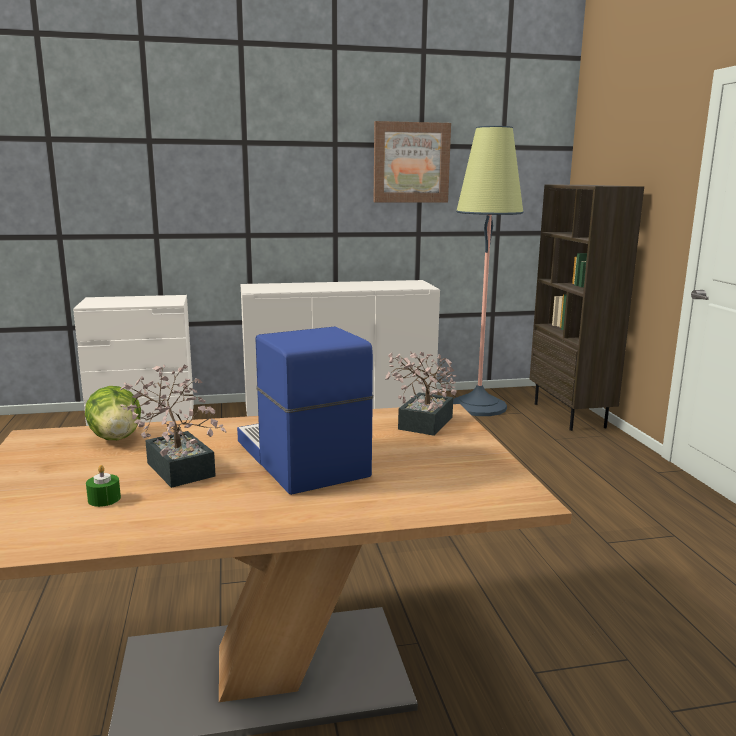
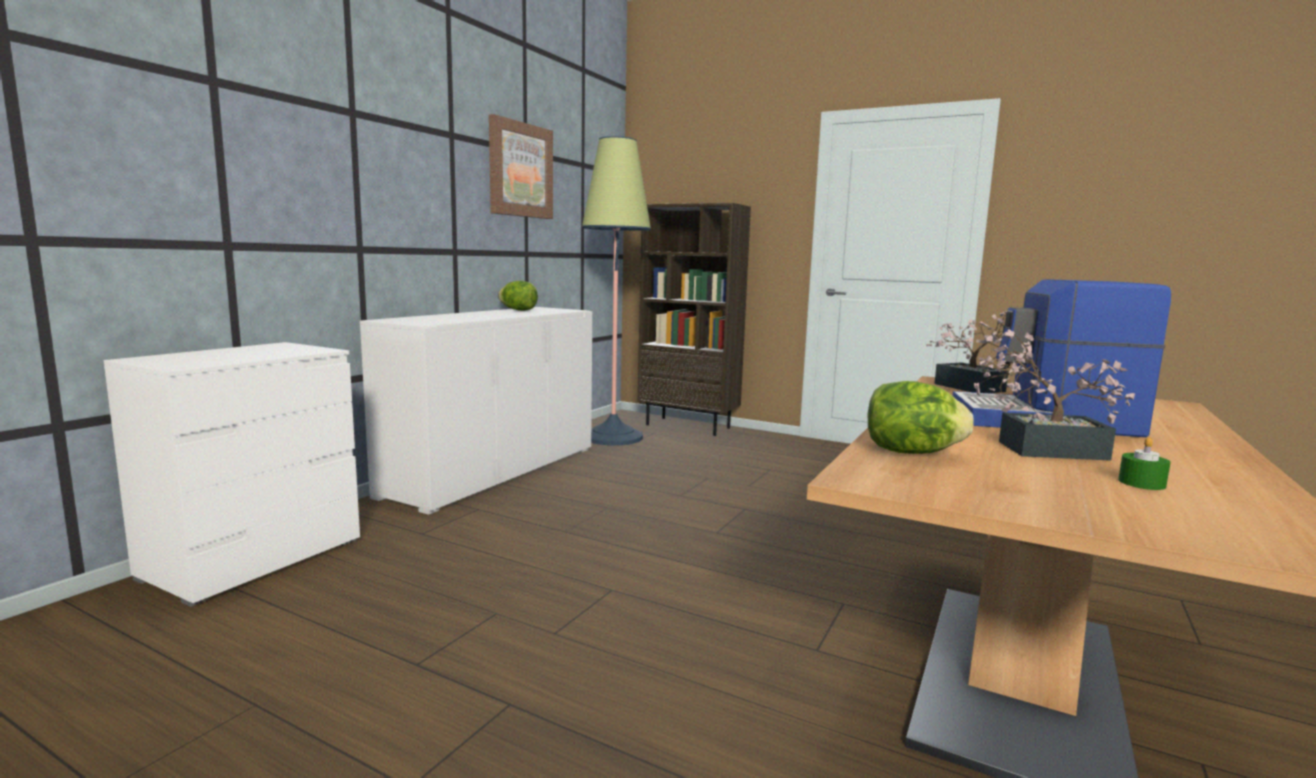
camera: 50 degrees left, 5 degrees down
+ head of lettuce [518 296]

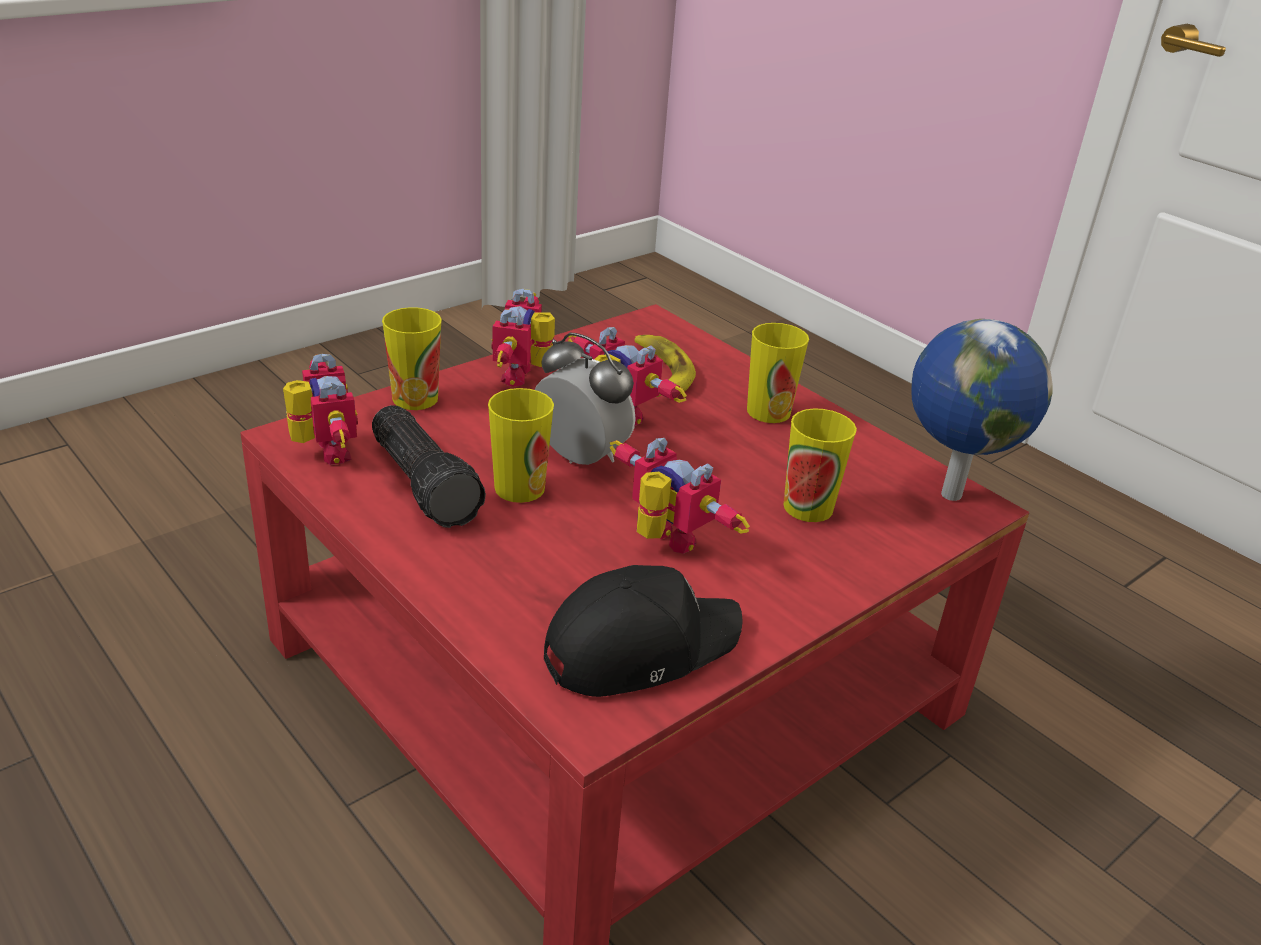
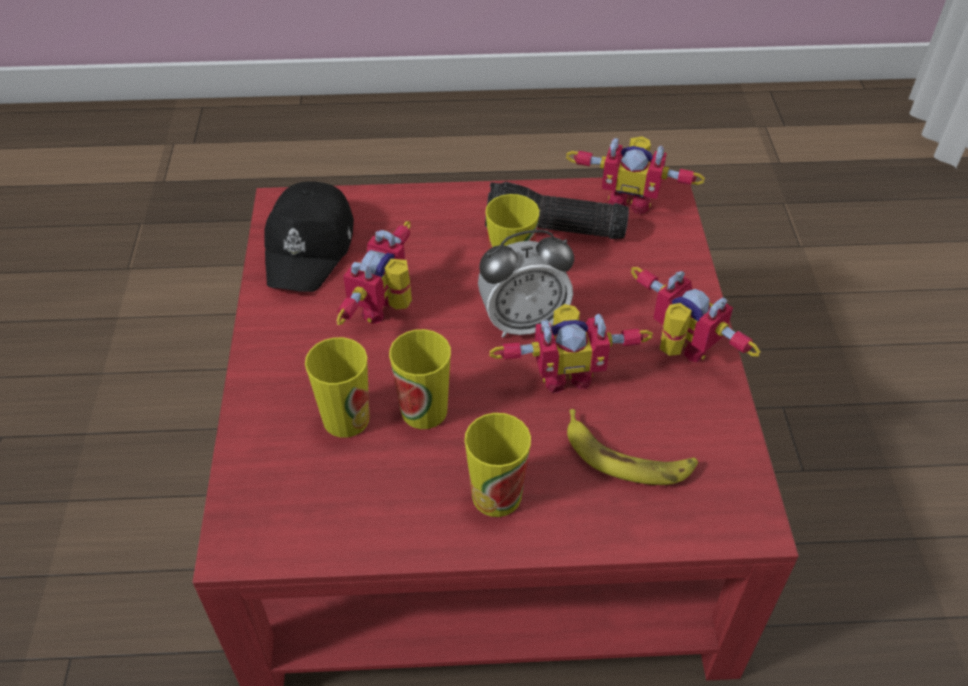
camera: 130 degrees right, 15 degrees up
~ robot figure [679 496] = [374 273] 120 degrees clockwise
~ cup [412 358] to [420 379]
- globe [982 410]

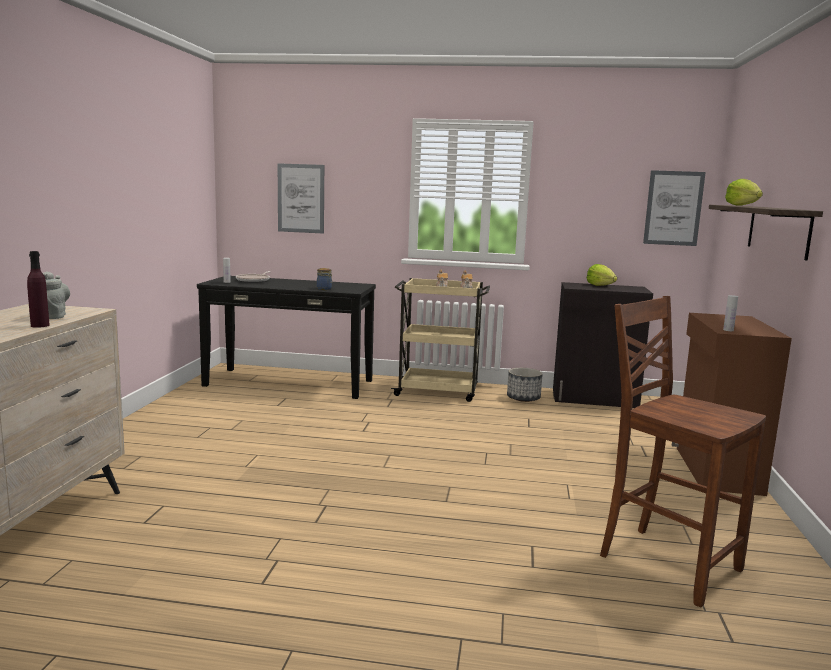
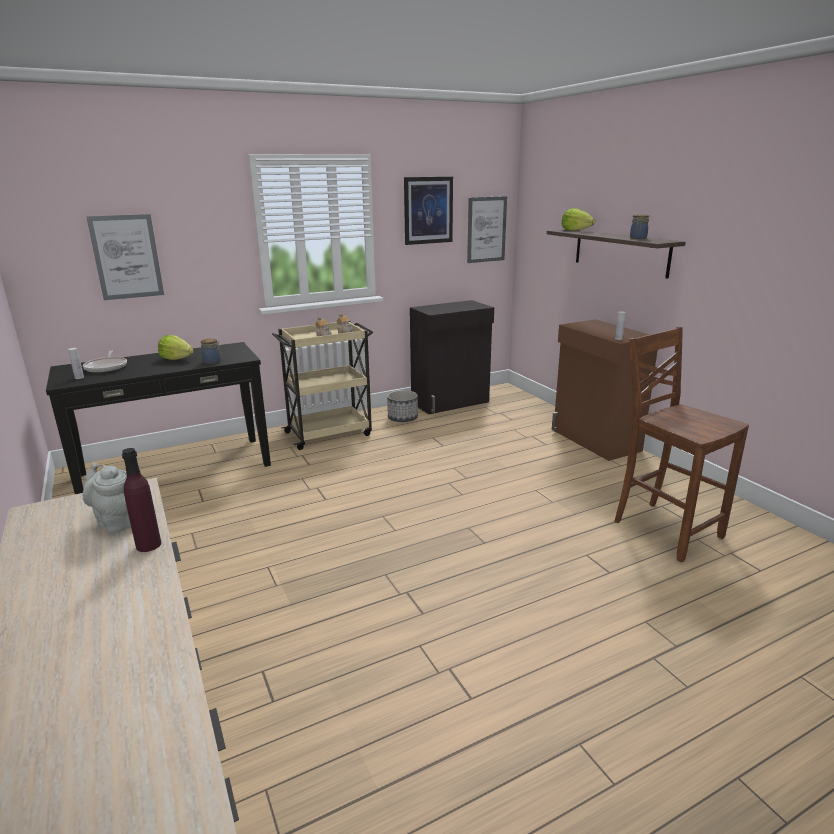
camera: 35 degrees left, 10 degrees up
~ head of lettuce [602 275] to [176 347]
+ picture [428 211]
~ chair (brown) [683 451] = [681 444] 45 degrees clockwise
+ jar [639 226]

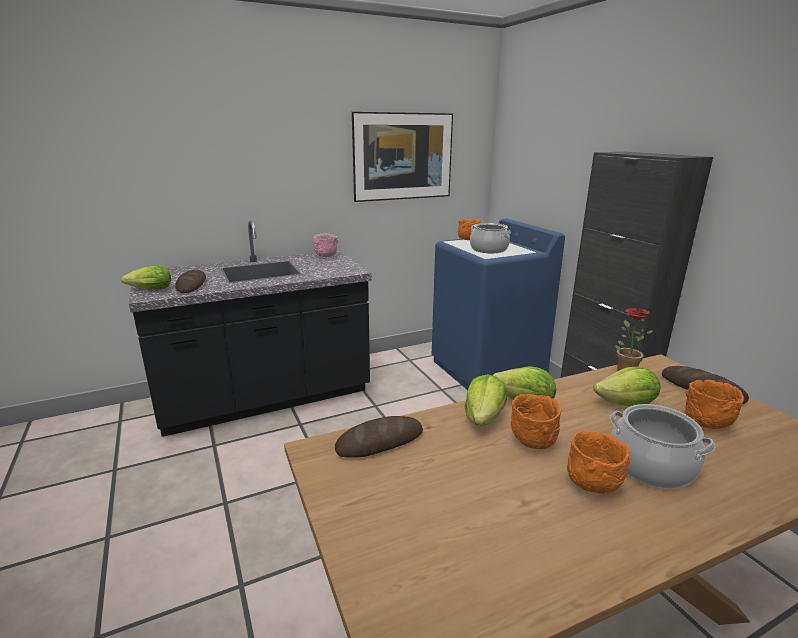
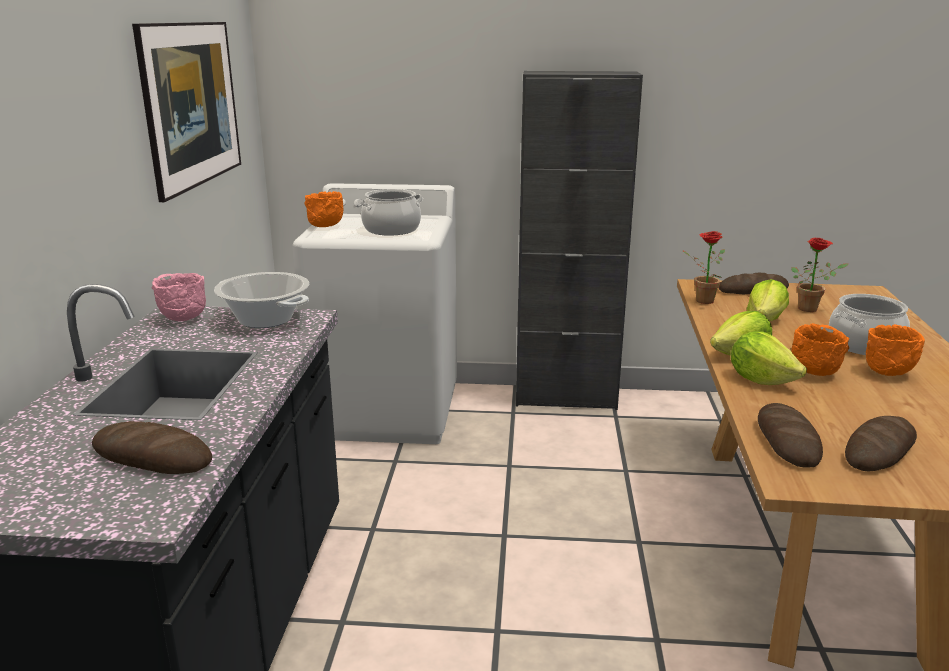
camera: 60 degrees left, 0 degrees up
+ cooking pot [261 300]
~ washing machine (blue-coloured) [498 304] to washing machine (whitish) [374 313]
~ serving bowl (orangey) [714 404] to plant in a pot [819 274]
+ baked bread [881 443]
- head of lettuce [146 277]

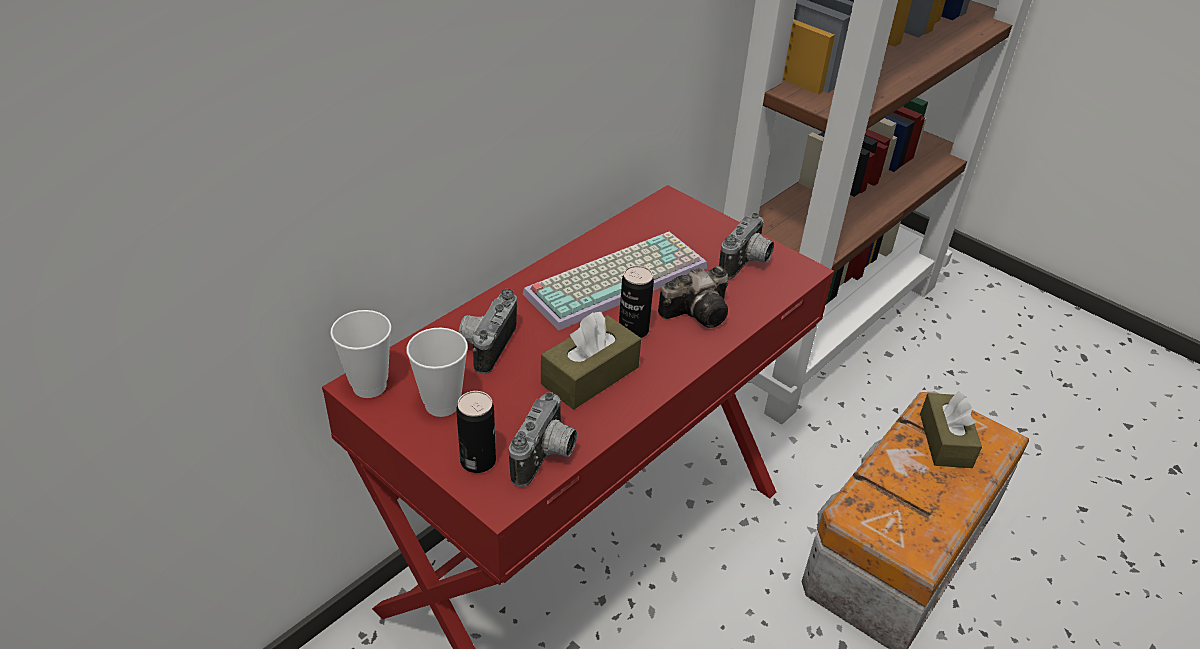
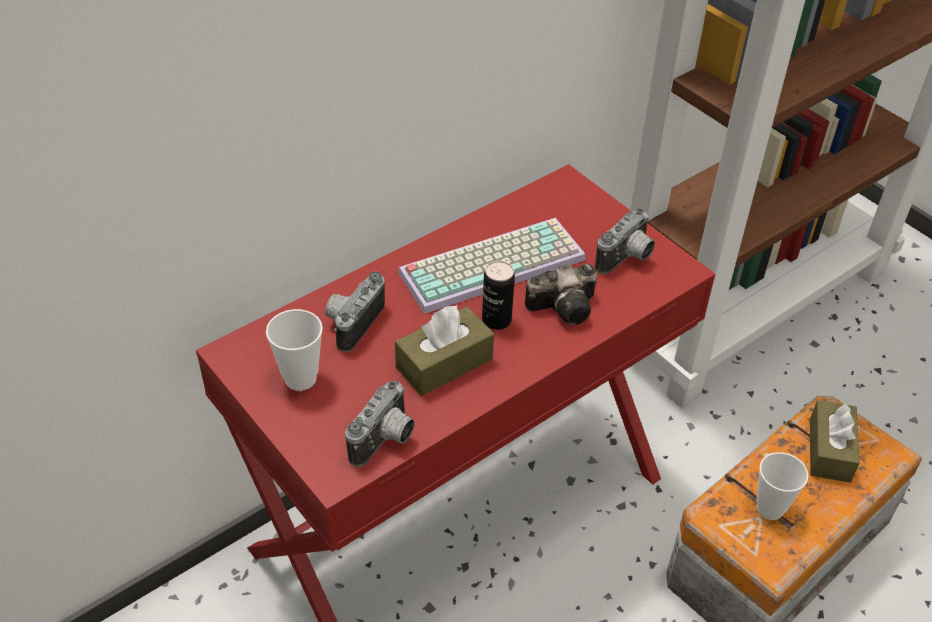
camera: 10 degrees right, 5 degrees up
~ cup [360 354] to [782 486]
- can [476 432]

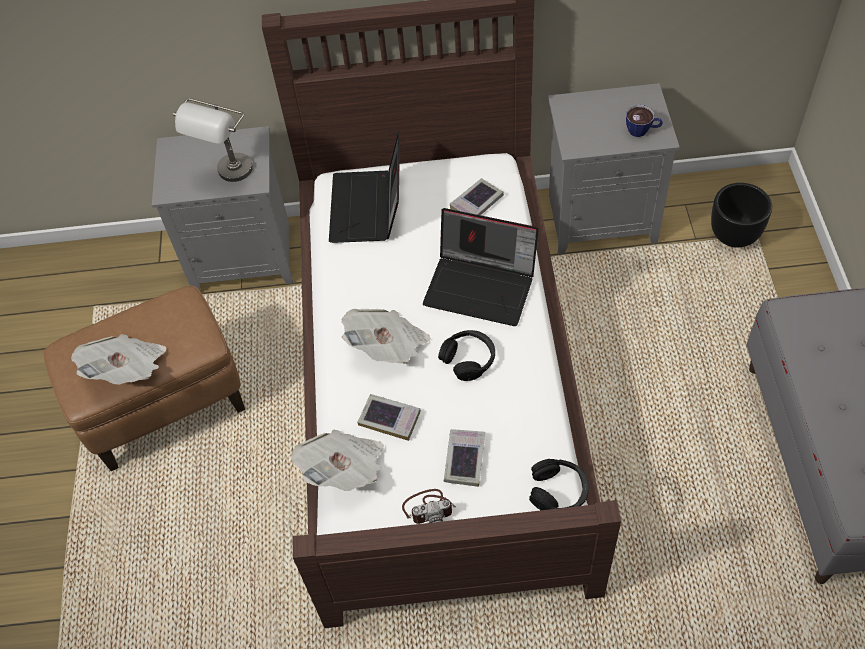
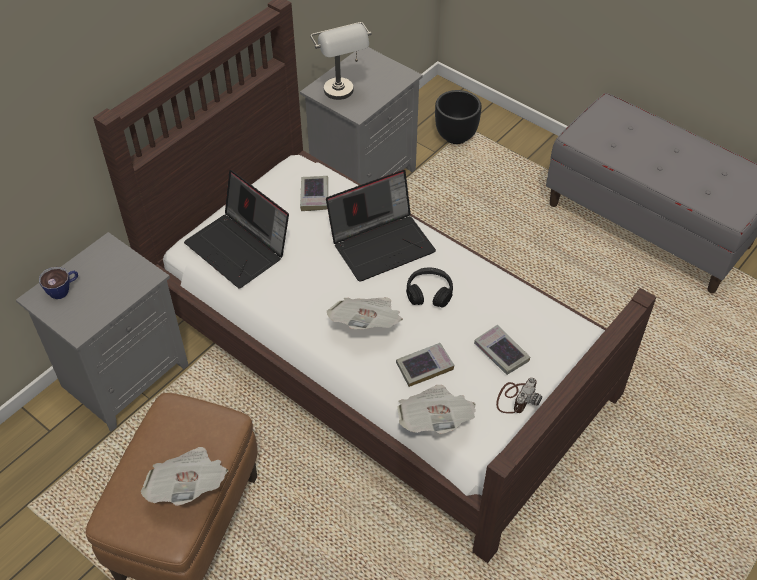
camera: 50 degrees left, 5 degrees down
~ cup [644 121] to [58 283]
~ tabletop lamp (grey) [213 140] to [341 61]
- headset (black-coloured) [559 484]

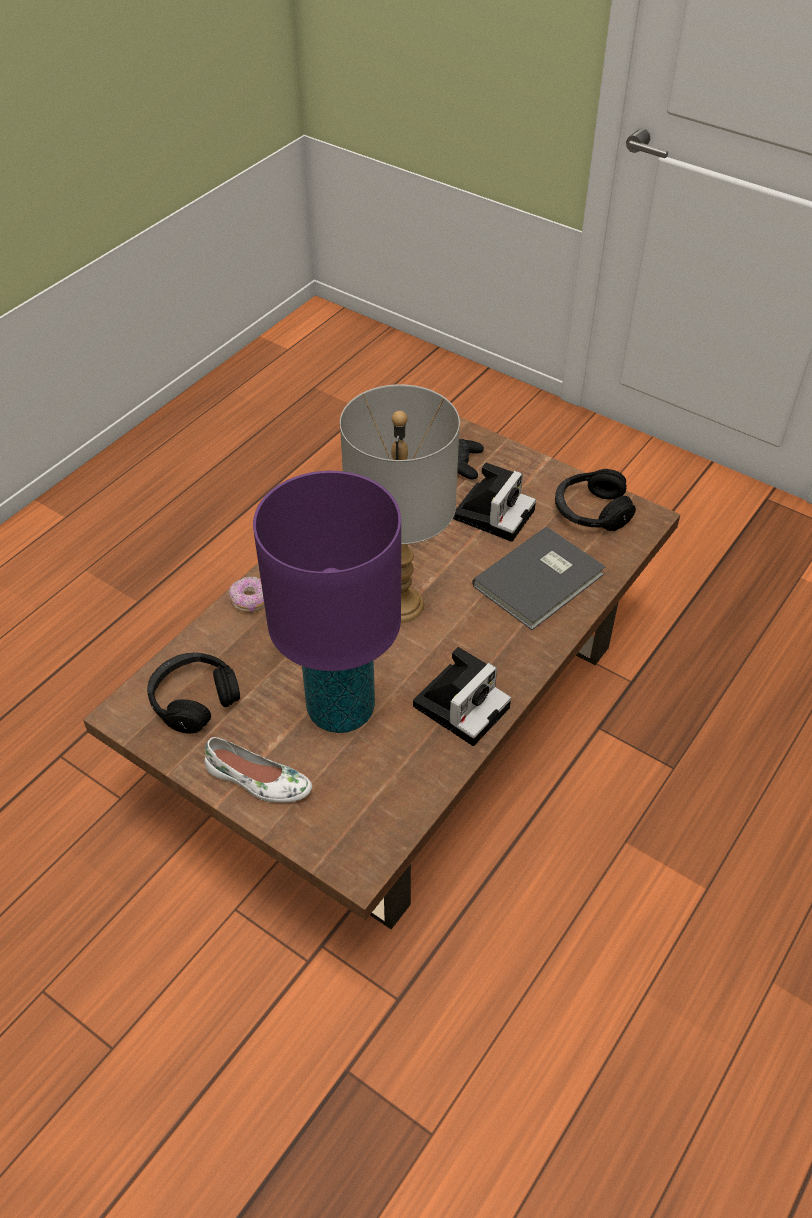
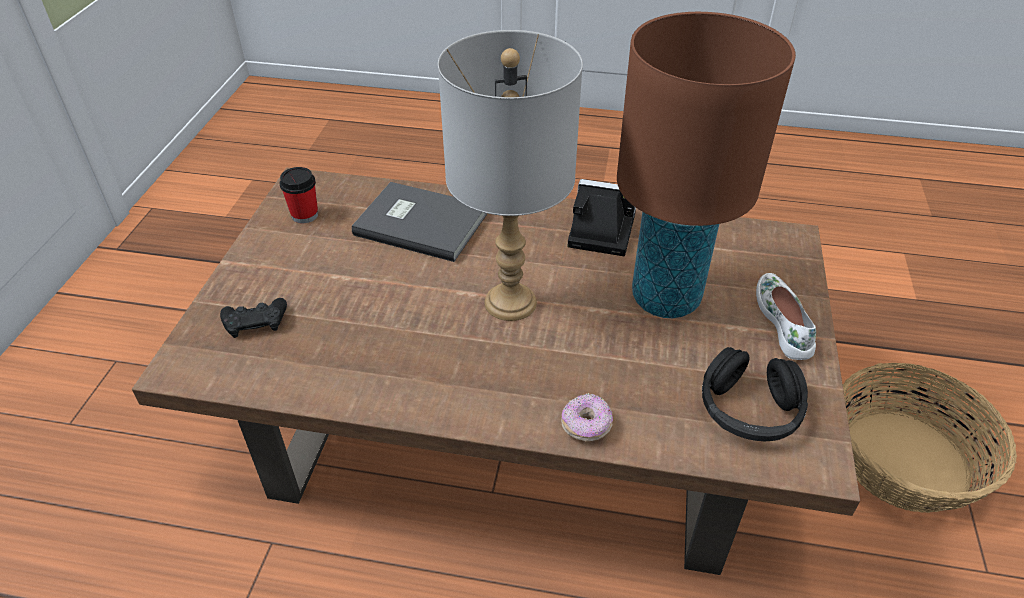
camera: 115 degrees left, 5 degrees down
~ headset (black-coloured) [595 500] to cup [299 195]
~ tabletop lamp (purplish) [327 602] to tabletop lamp (brown) [706 165]
+ storage basket [930 438]
- still camera [494 502]

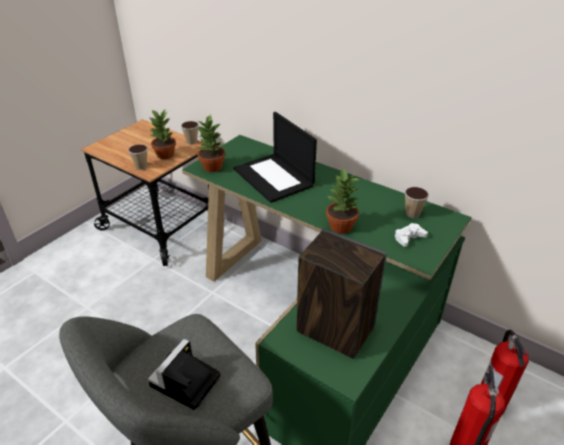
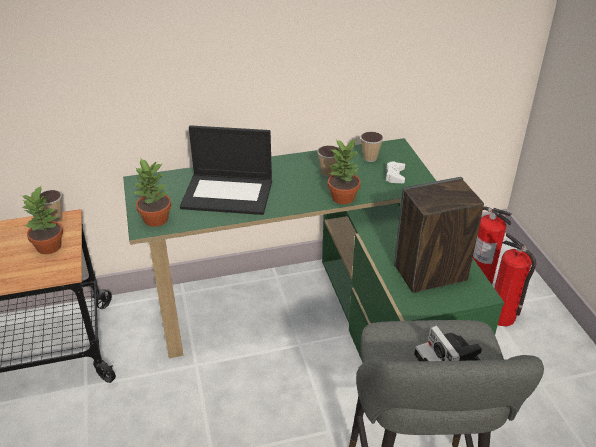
camera: 50 degrees left, 0 degrees up
~ cup [138 157] to [328 161]

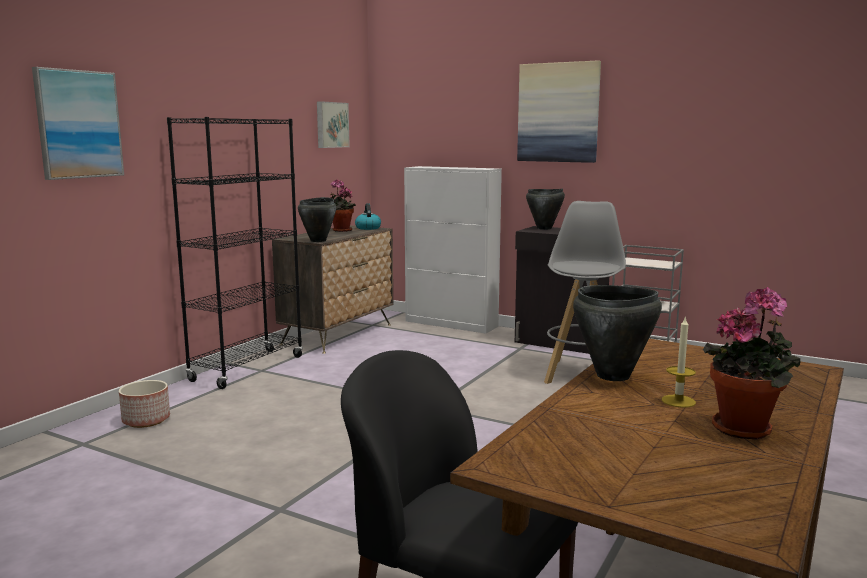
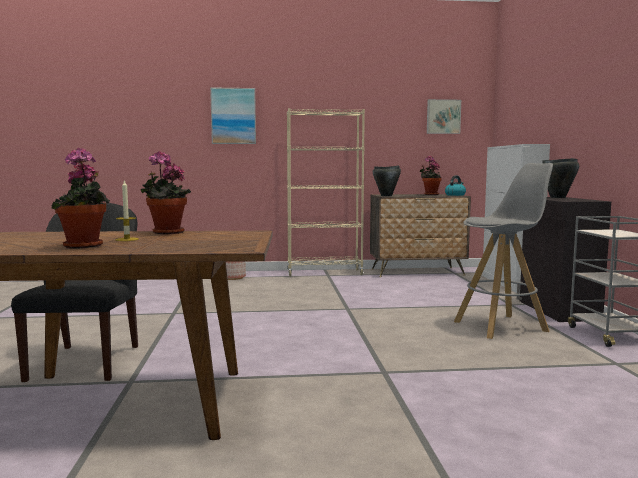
camera: 55 degrees right, 5 degrees down
~ cooking pot (black-coloured) [617 333] to plant in a pot [166 192]
~ bookshelf (black-coloured) [235 253] to bookshelf (beige) [326 192]
- picture [559 111]

